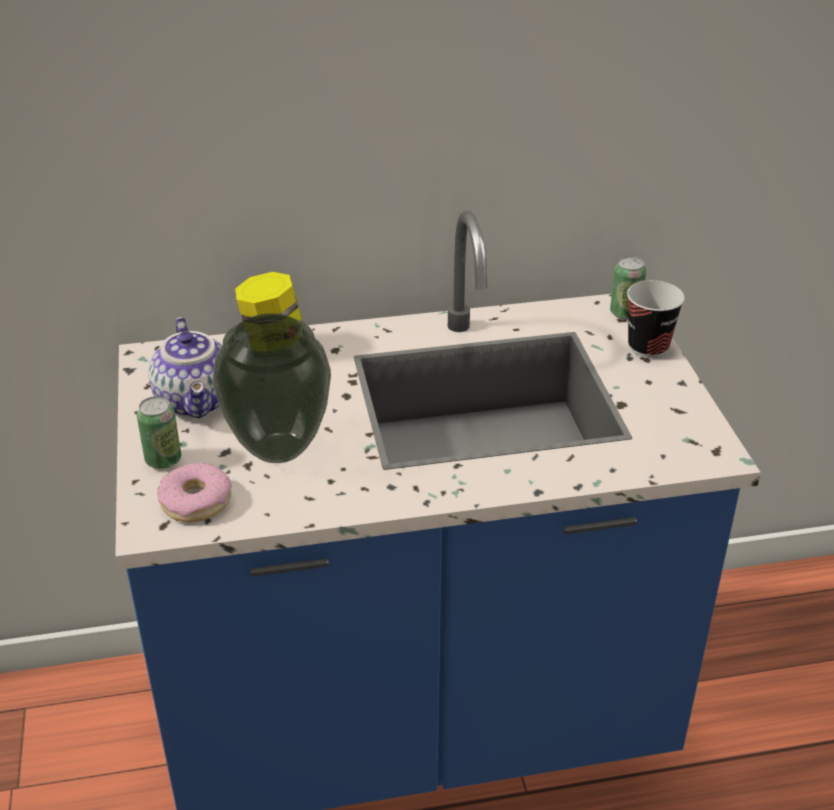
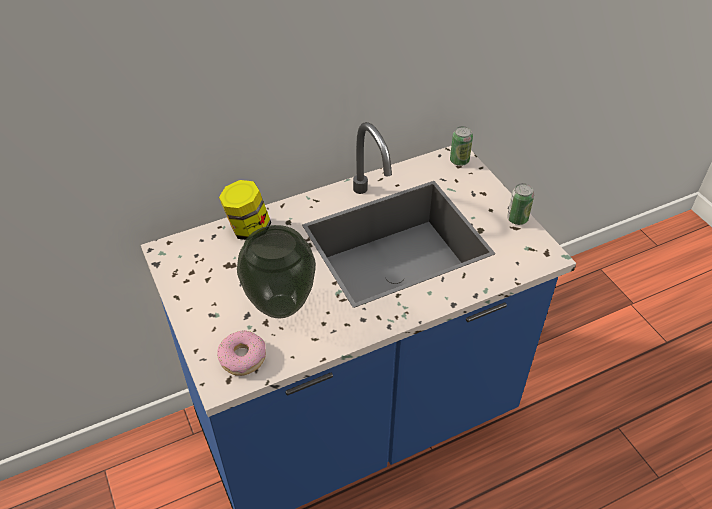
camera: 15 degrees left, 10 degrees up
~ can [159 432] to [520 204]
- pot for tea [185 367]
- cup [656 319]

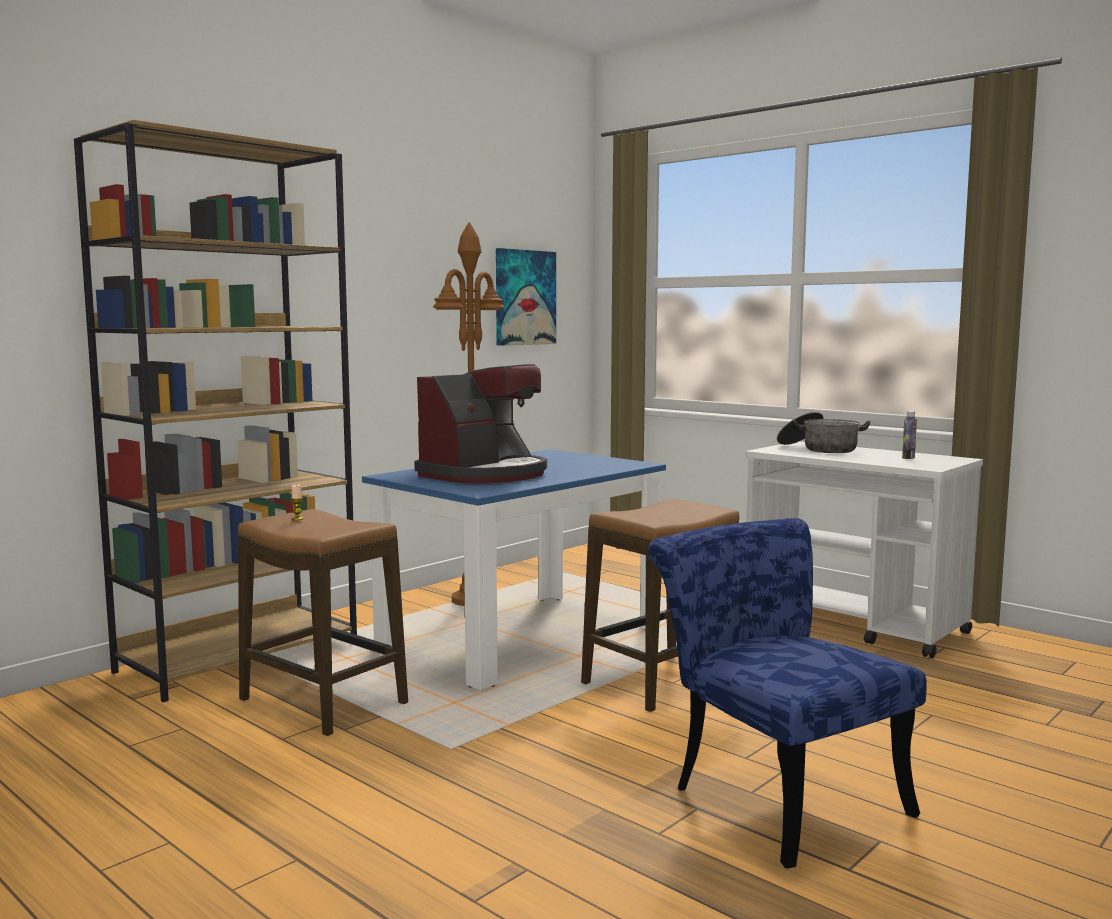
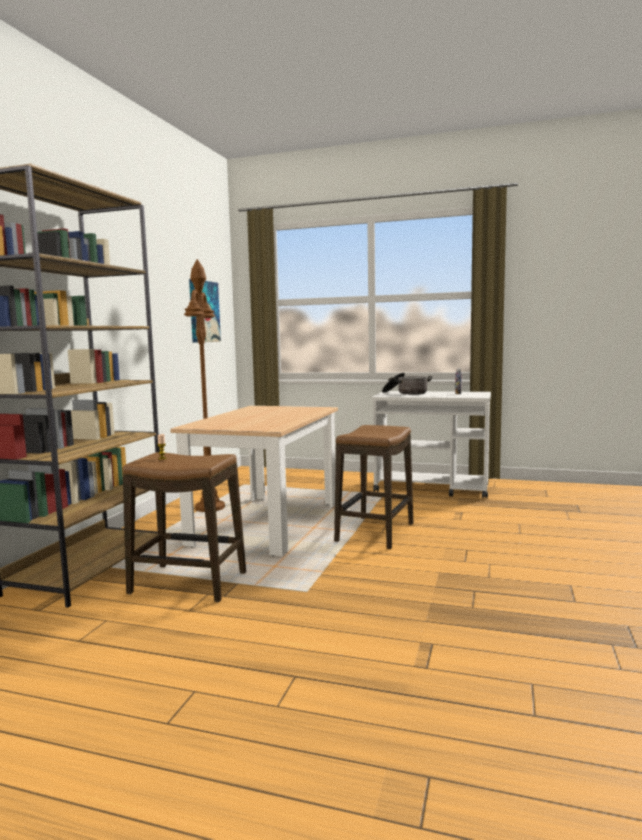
camera: 25 degrees left, 0 degrees up
~ kitchen table (blue-coloured) [514 569] to kitchen table (beige) [254 481]
- coffee brewer [481 424]
- chair (blue-coloured) [787 693]

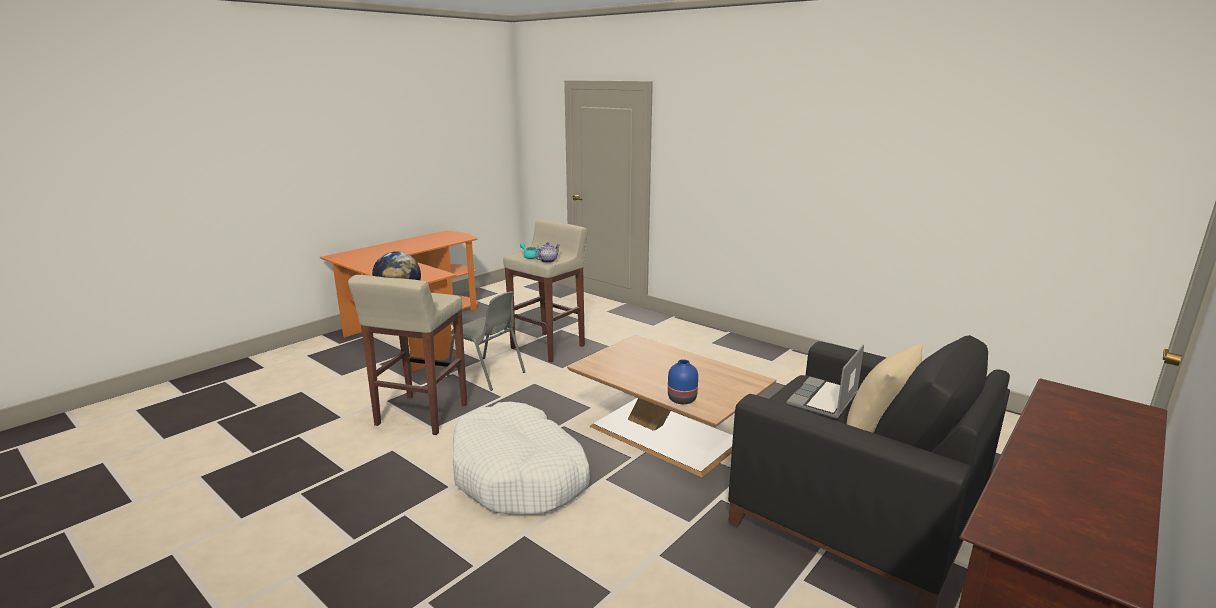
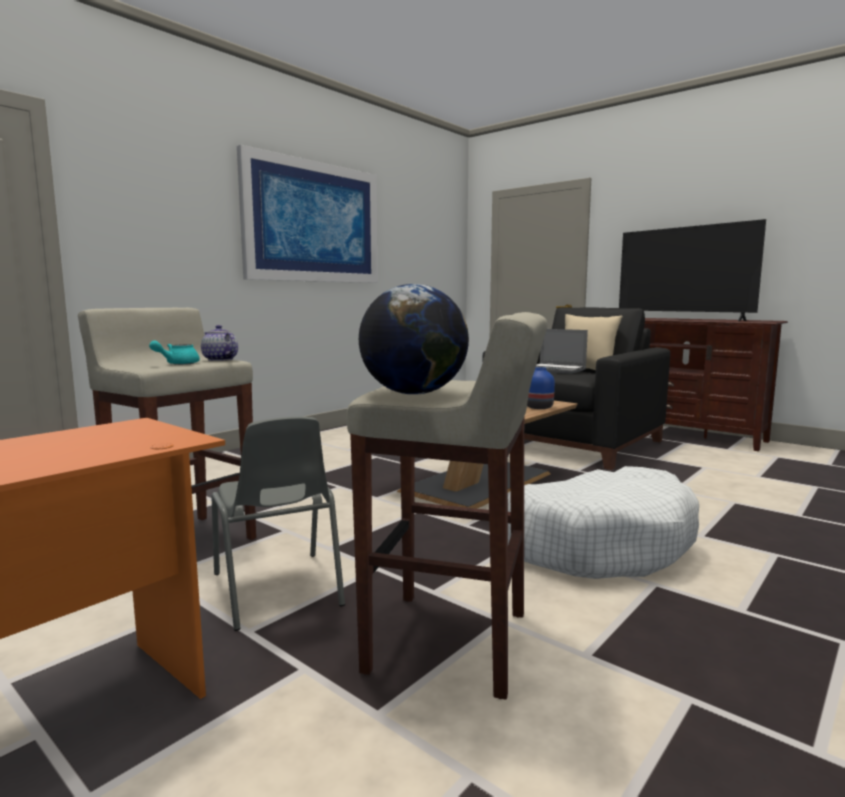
camera: 90 degrees left, 10 degrees down
~ chair (grey) [486 341] = [278 524] 120 degrees clockwise
+ picture [307 214]
+ TV [692 270]

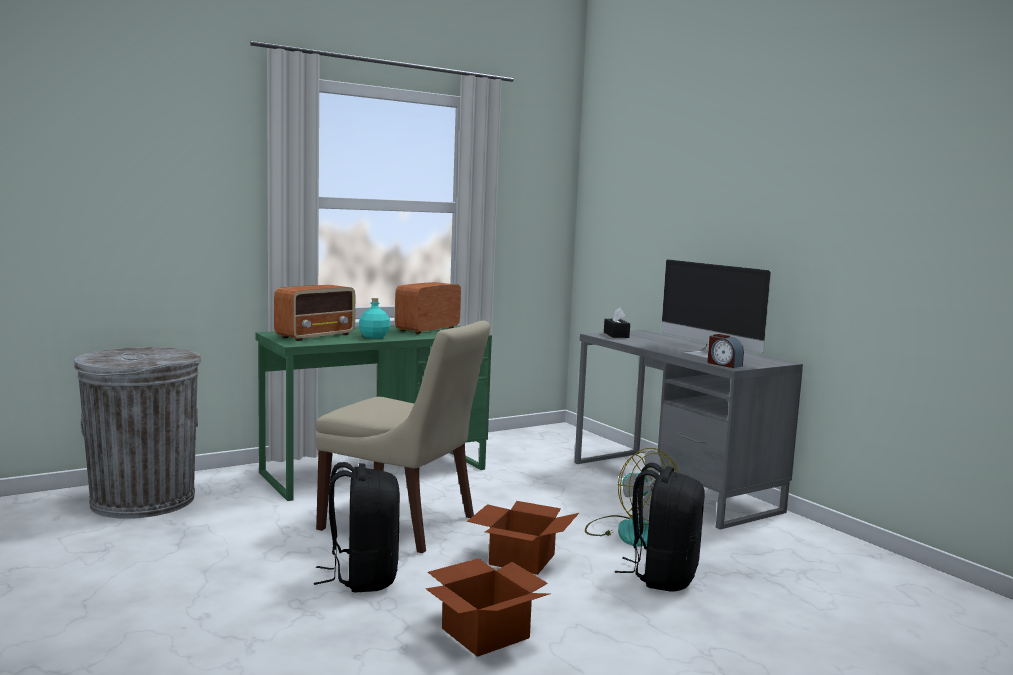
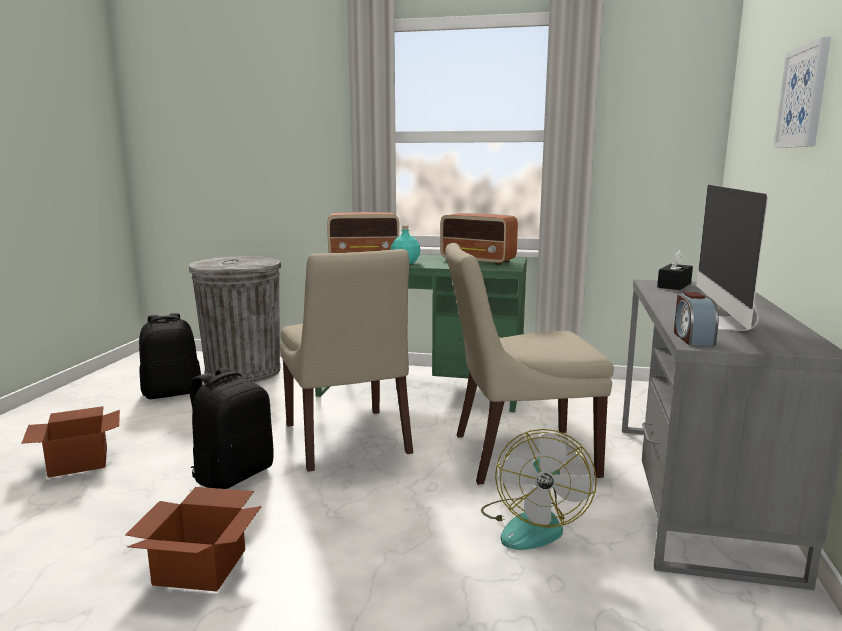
camera: 45 degrees right, 5 degrees up
~ packing box [523 538] to [70 442]
~ rucksack (black-coloured) [660 527] to [171 356]
~ radio receiver [428 308] = [479 239] 135 degrees counterclockwise
+ chair (beige) [529 364]
+ picture [802 92]

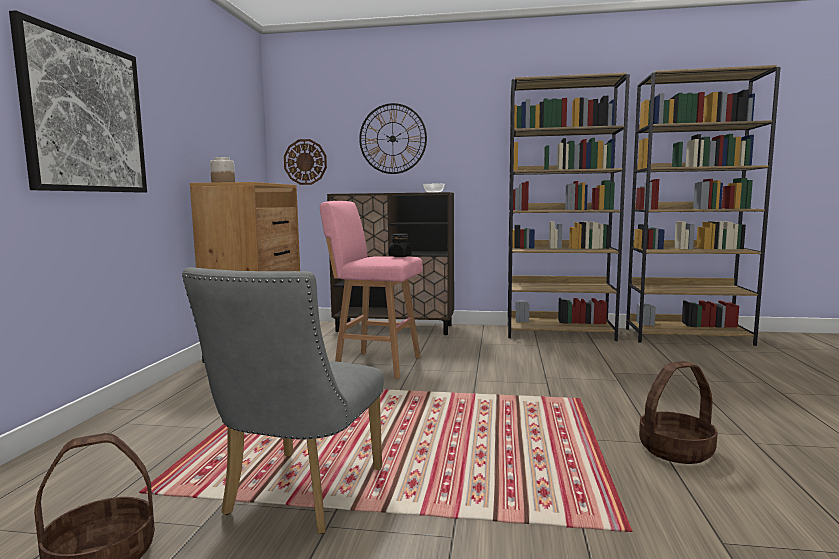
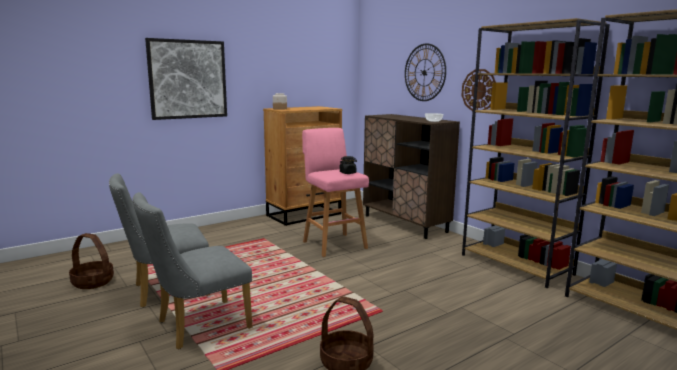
camera: 45 degrees right, 5 degrees up
+ chair (grey) [193 270]
~ hanging clock [305 162] to [478 90]

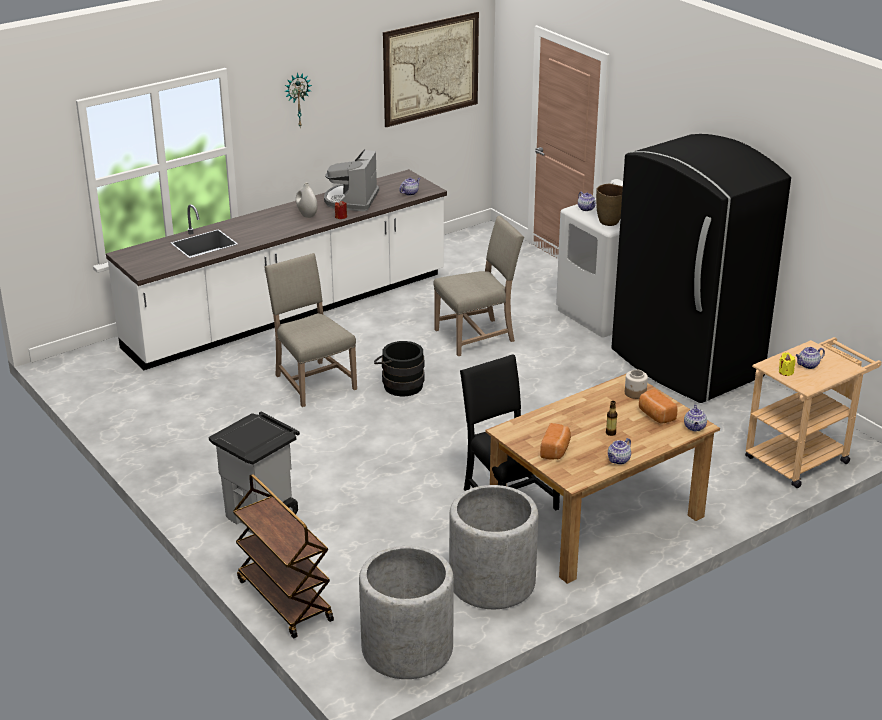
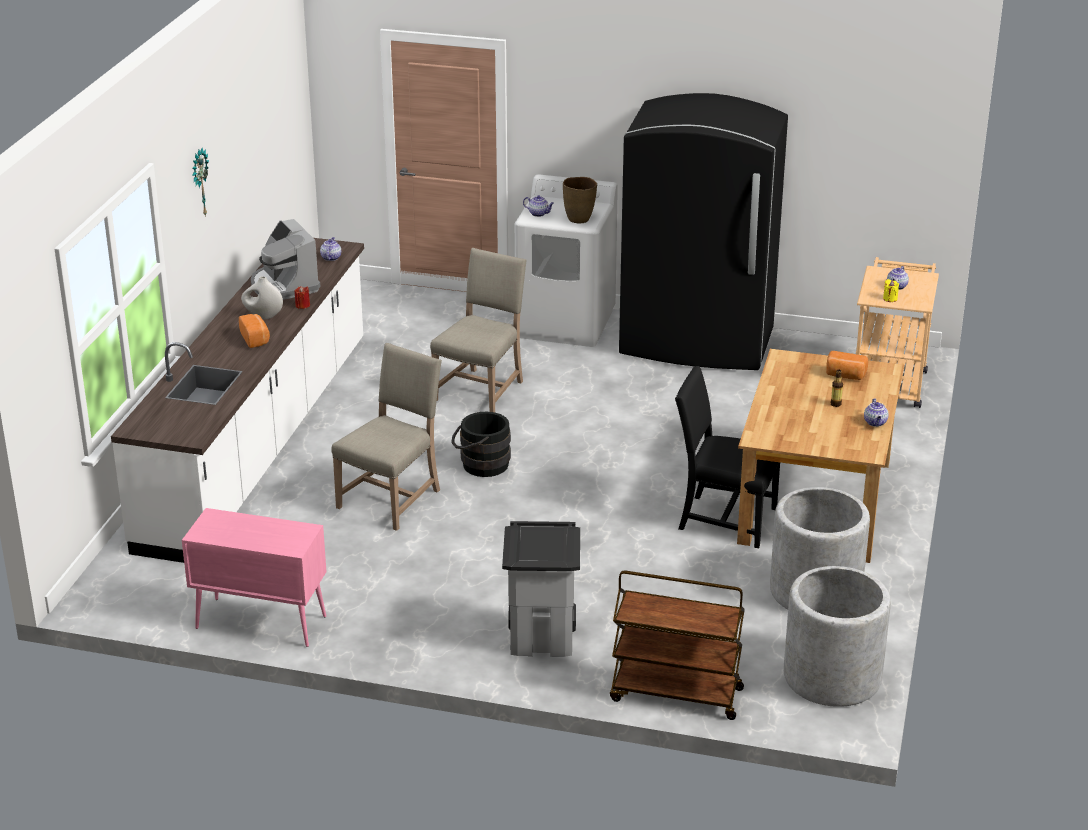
camera: 40 degrees left, 0 degrees up
+ cupboard (pink-coloured) [254 577]
~ baked bread [555 441] to [254 331]
~ chair (beige) [310 330] = [386 437] 105 degrees clockwise
- picture [431 69]
- jar [636 384]
- pot for tea [695 418]

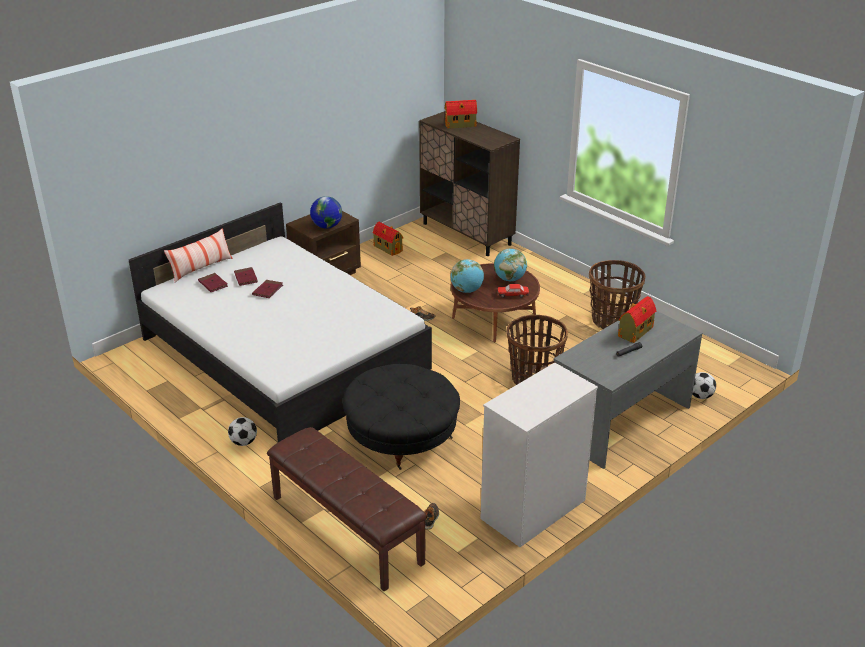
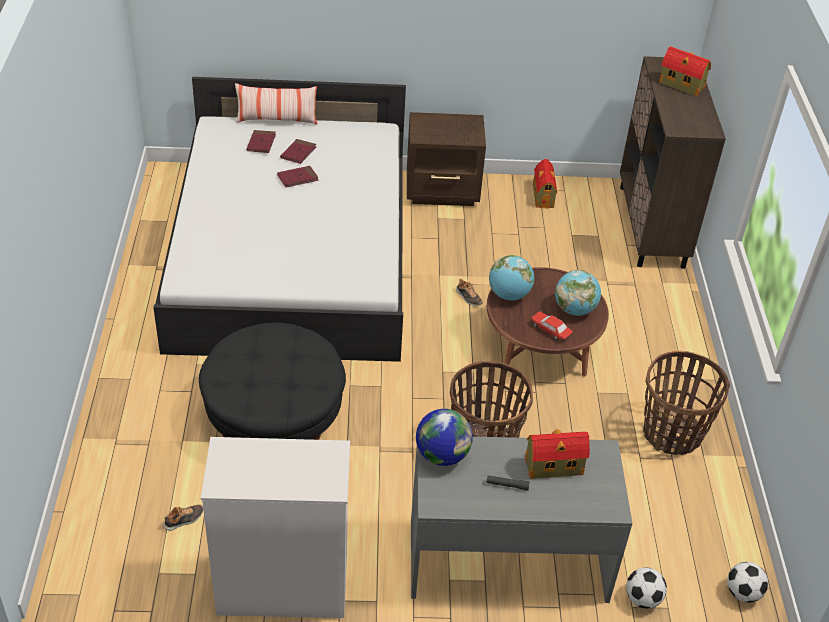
camera: 40 degrees right, 10 degrees up
~ globe [326 212] to [444 437]
~ football ball [242 431] to [747 582]
- long seat (brown) [347 509]

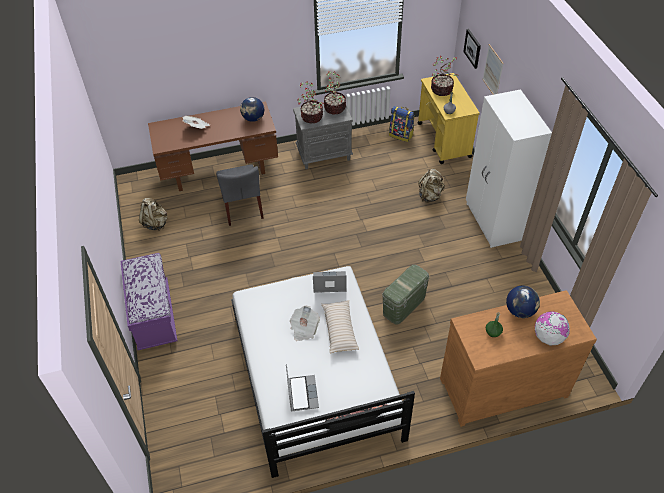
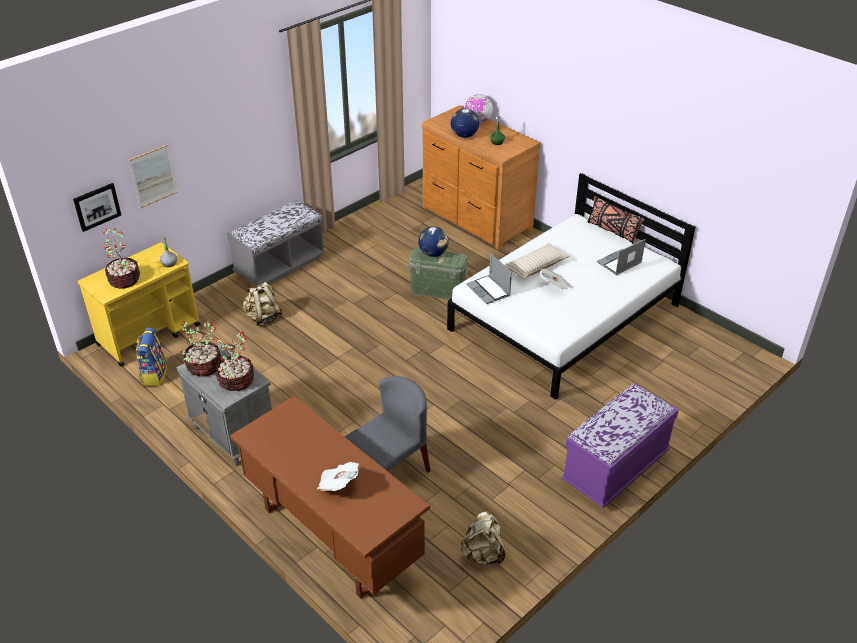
camera: 120 degrees left, 10 degrees down
~ armoire (whitish) [509 168] to long seat (grey) [276 243]
~ globe [252 109] to [433 242]

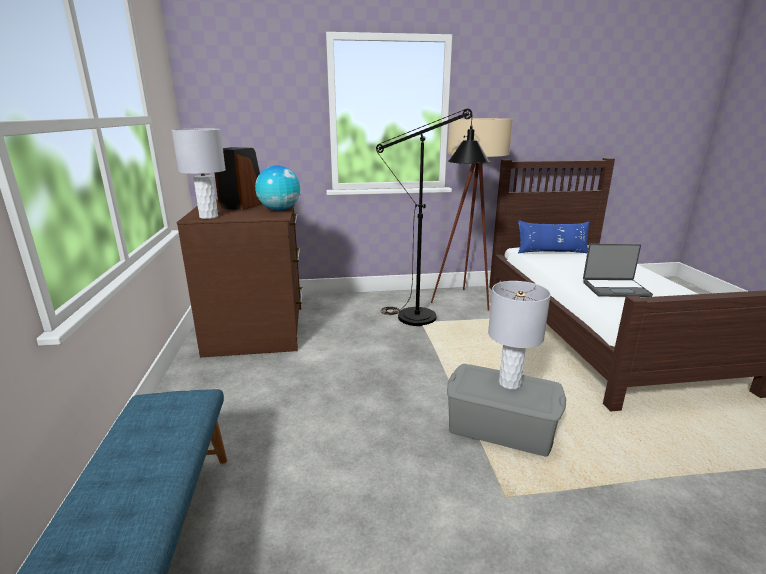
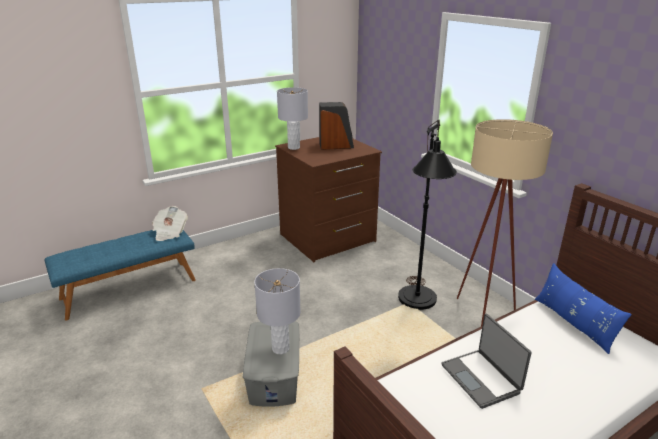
camera: 65 degrees right, 5 degrees up
+ daily paper [170 223]
- globe [277 188]

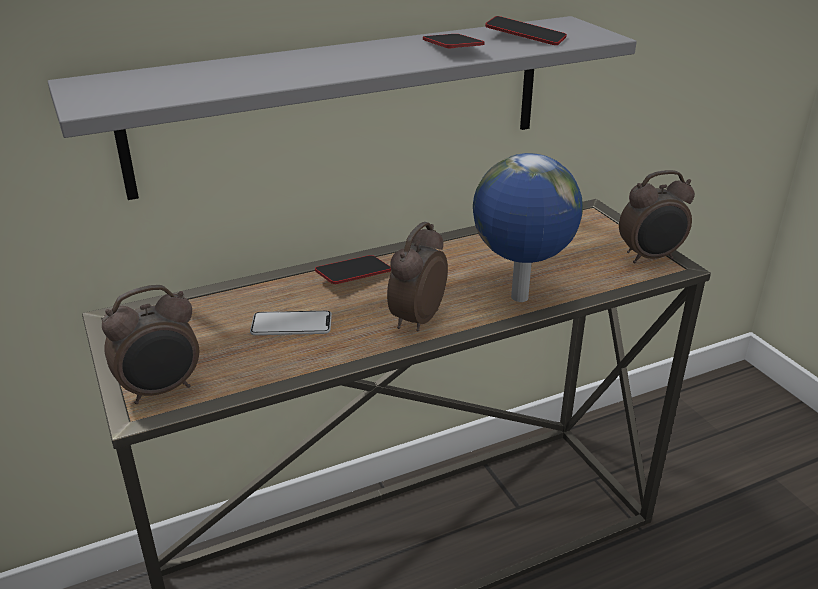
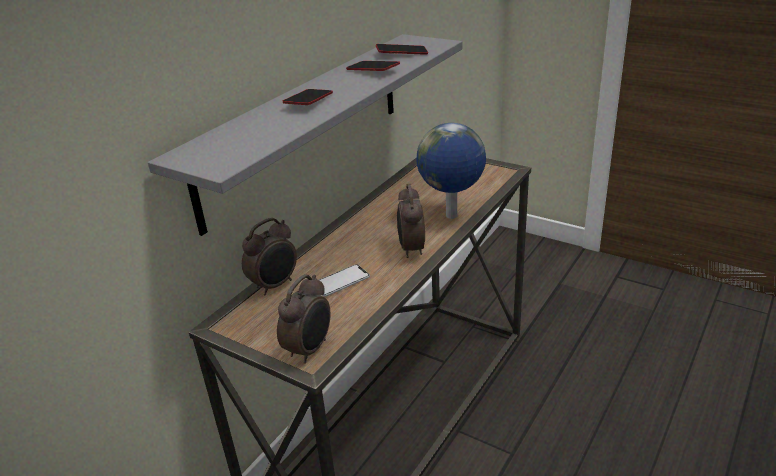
camera: 30 degrees left, 0 degrees up
~ bedside clock [657 216] to [269 256]
~ handset [353 269] to [308 97]

